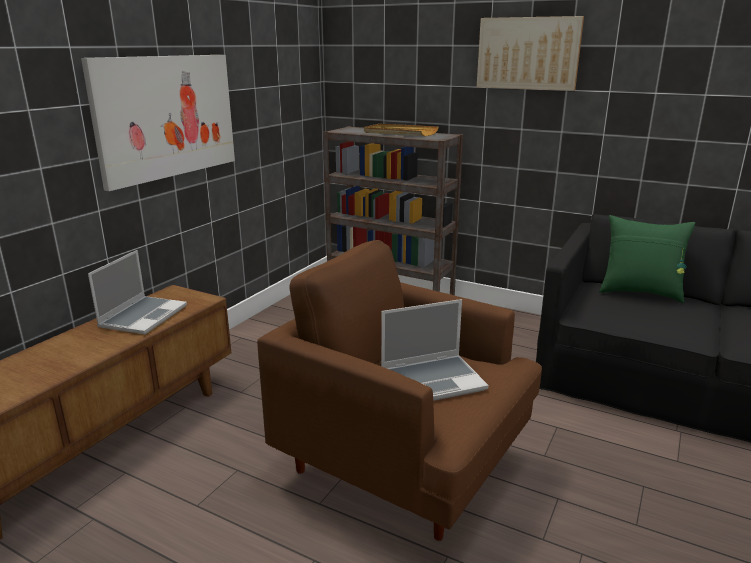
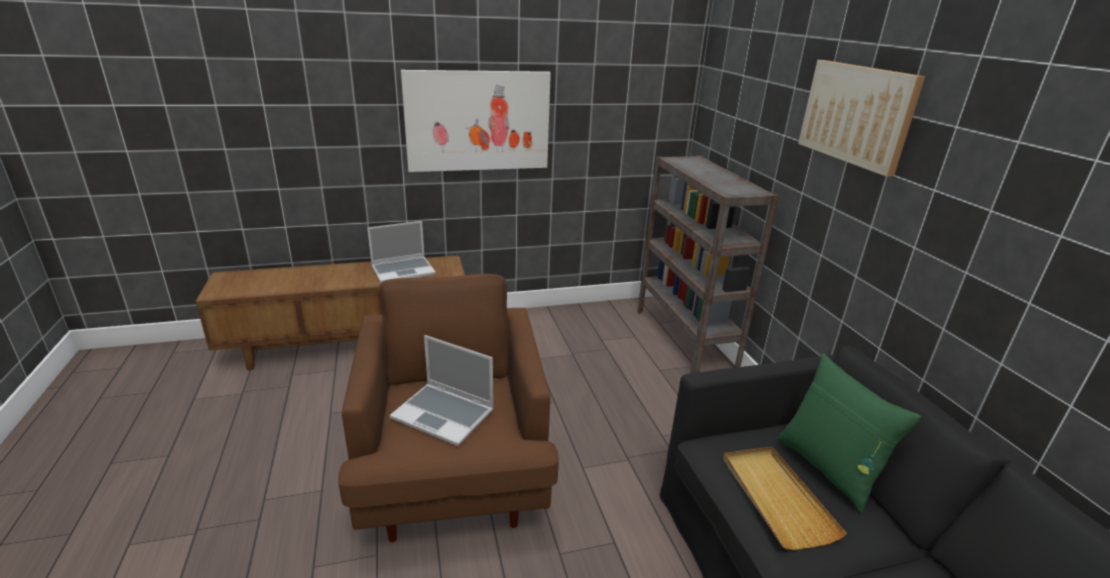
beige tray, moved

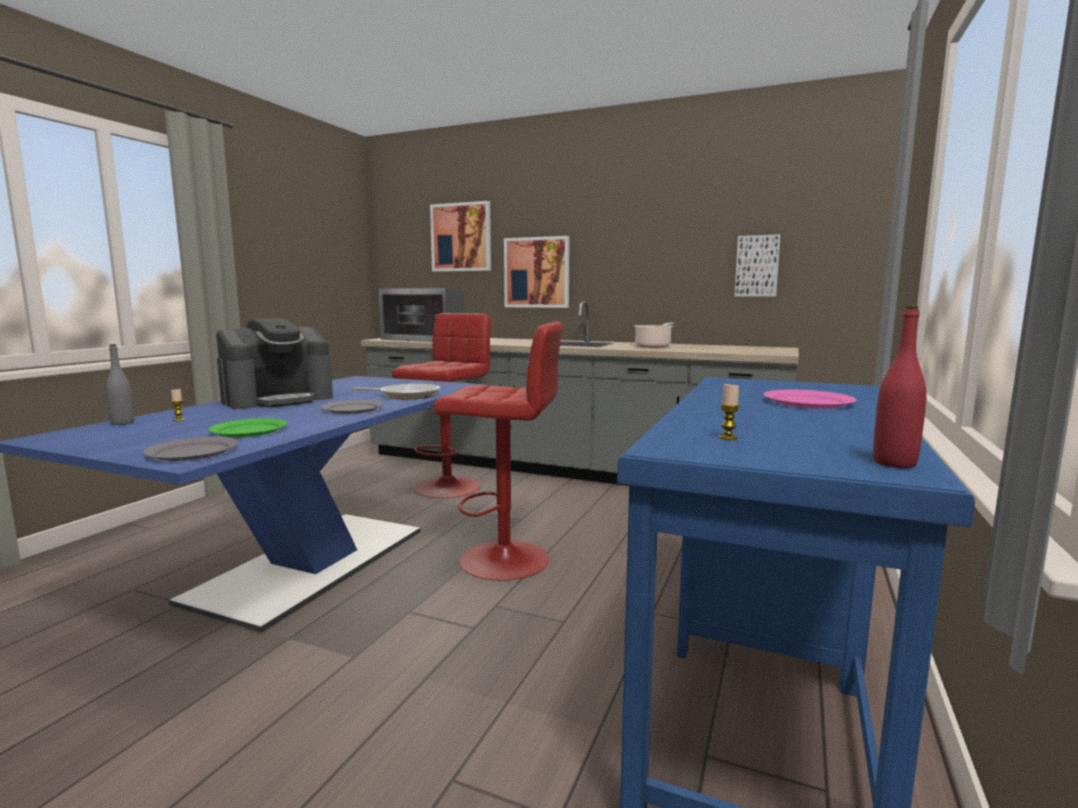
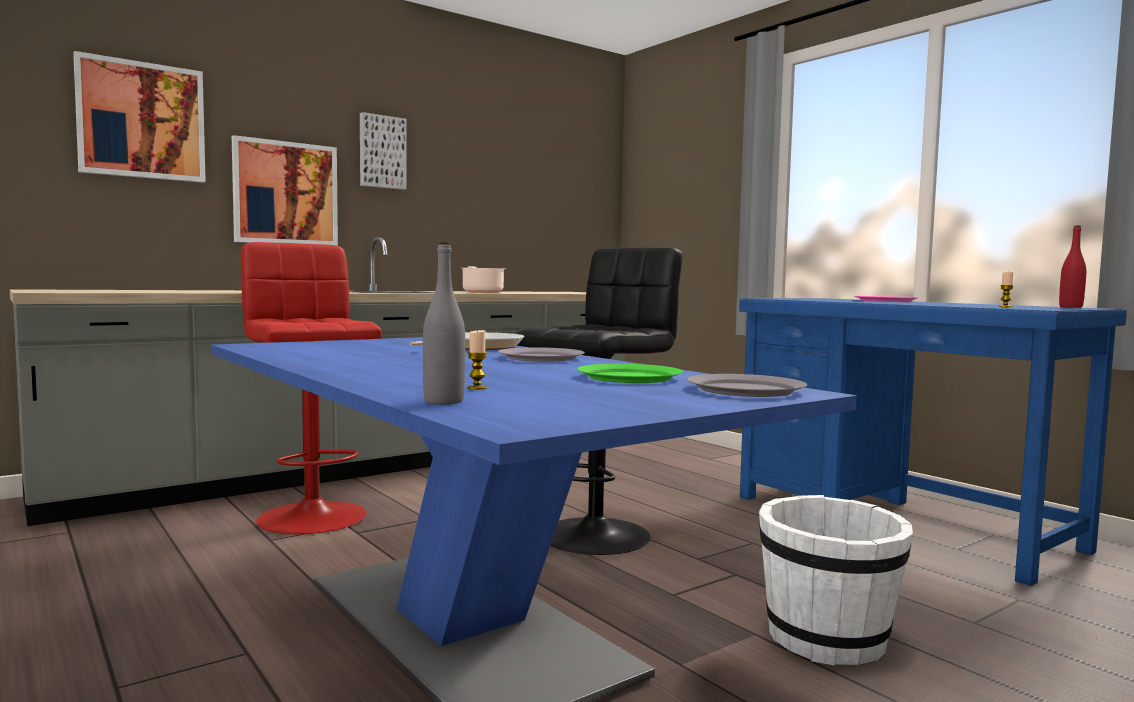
picture (3rd from left), moved
microwave → -
coffee machine → -
red stool (2nd from left) → black stool
- → white bucket

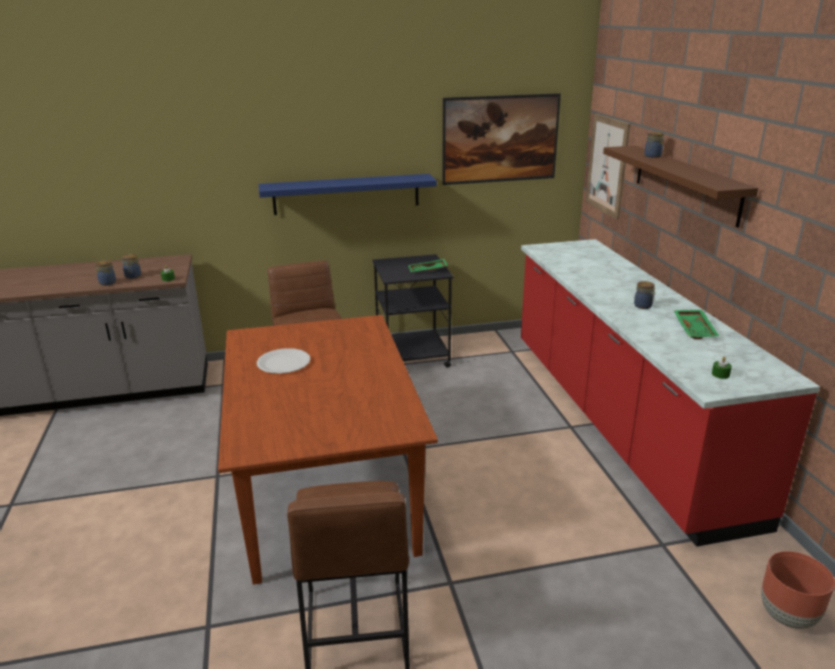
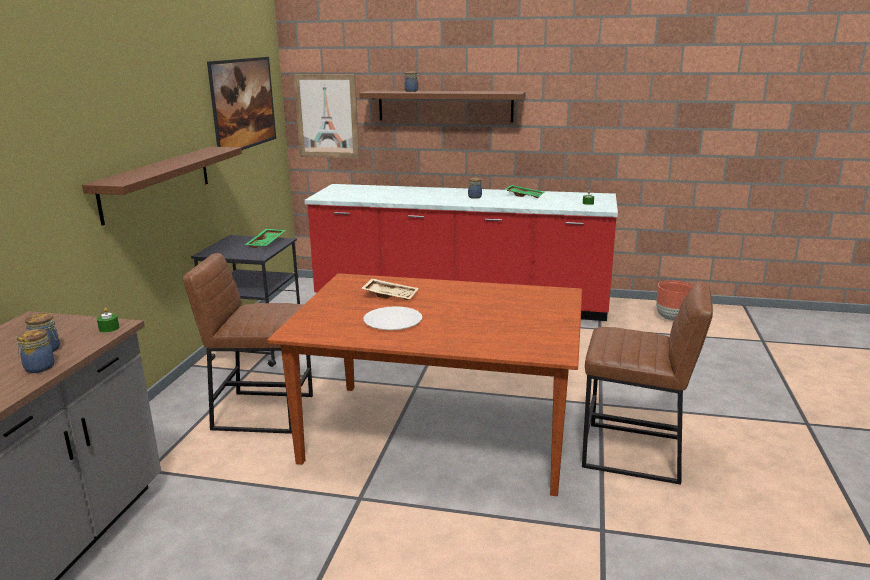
blue shelf → brown shelf (1st from left)
- → beige tray

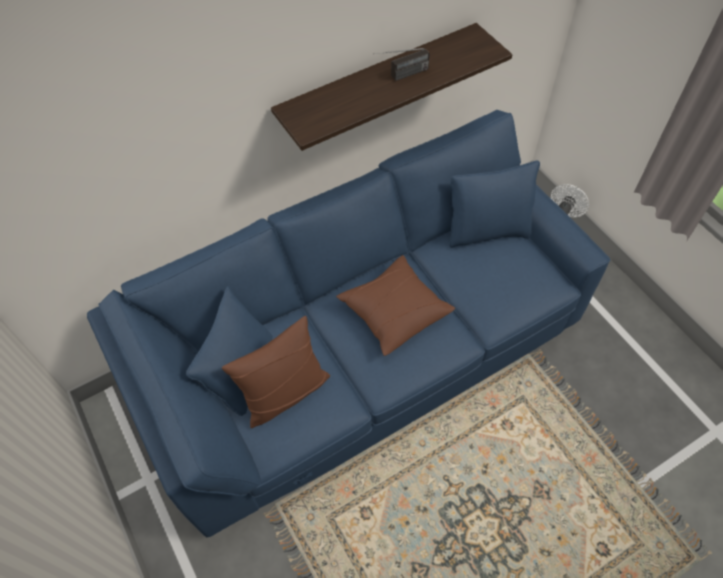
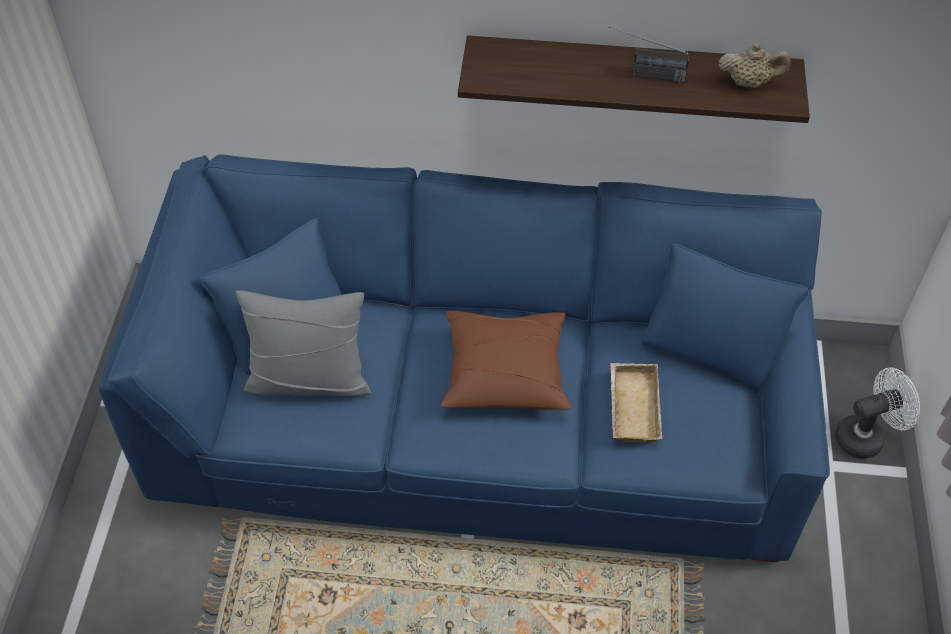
brown pillow (1st from left) → grey pillow
- → beige teapot
- → beige tray

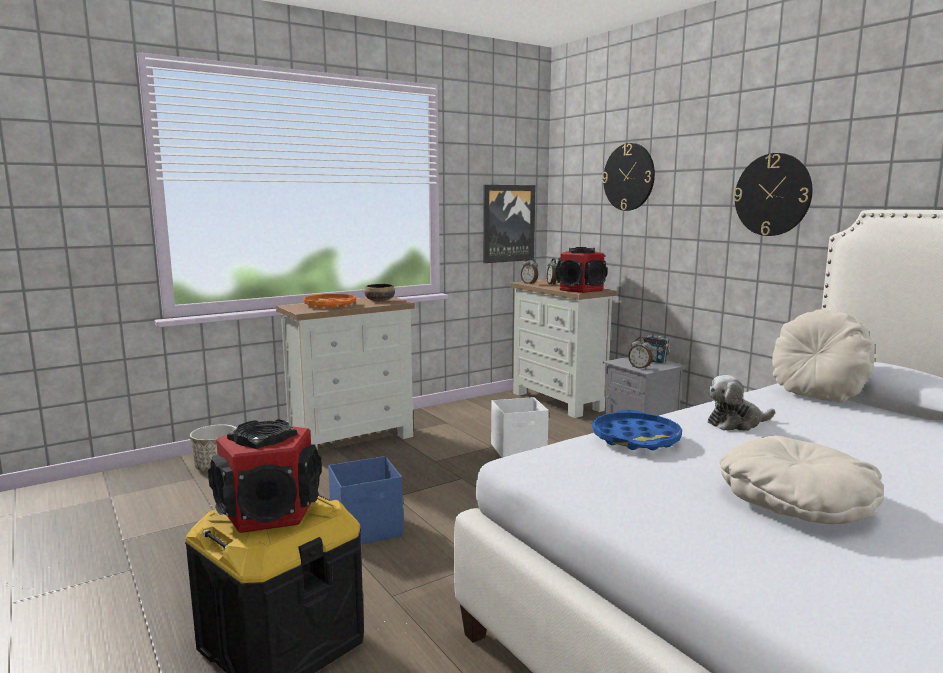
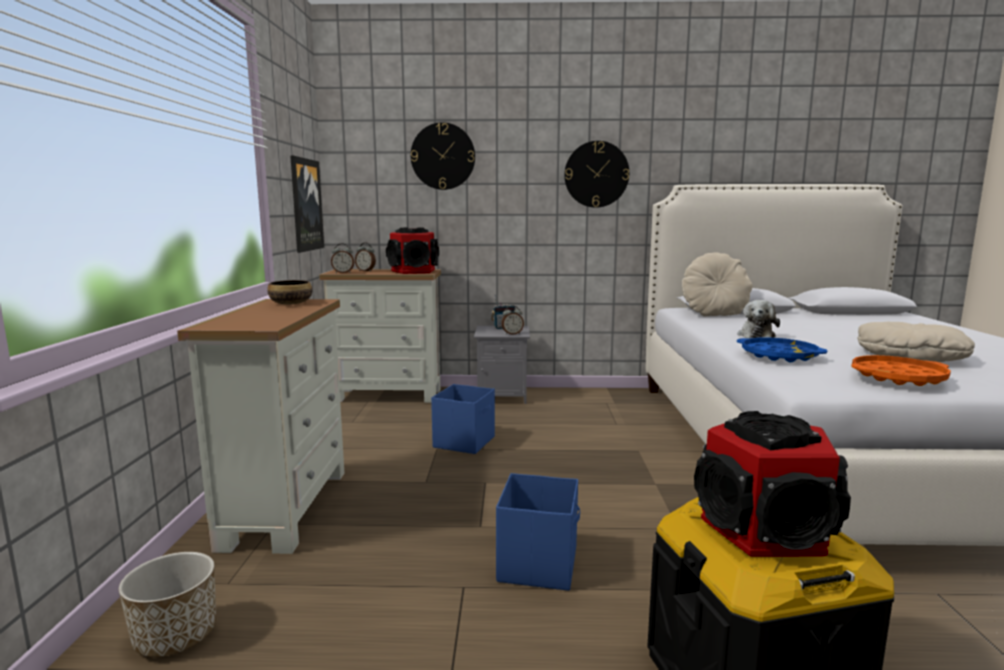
orange tray, moved
white storage box → blue storage box (1st from left)

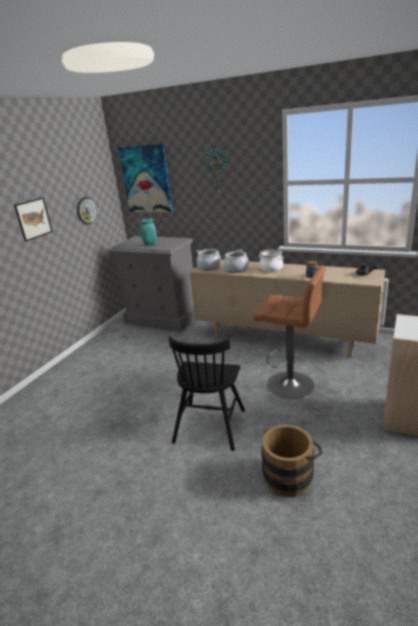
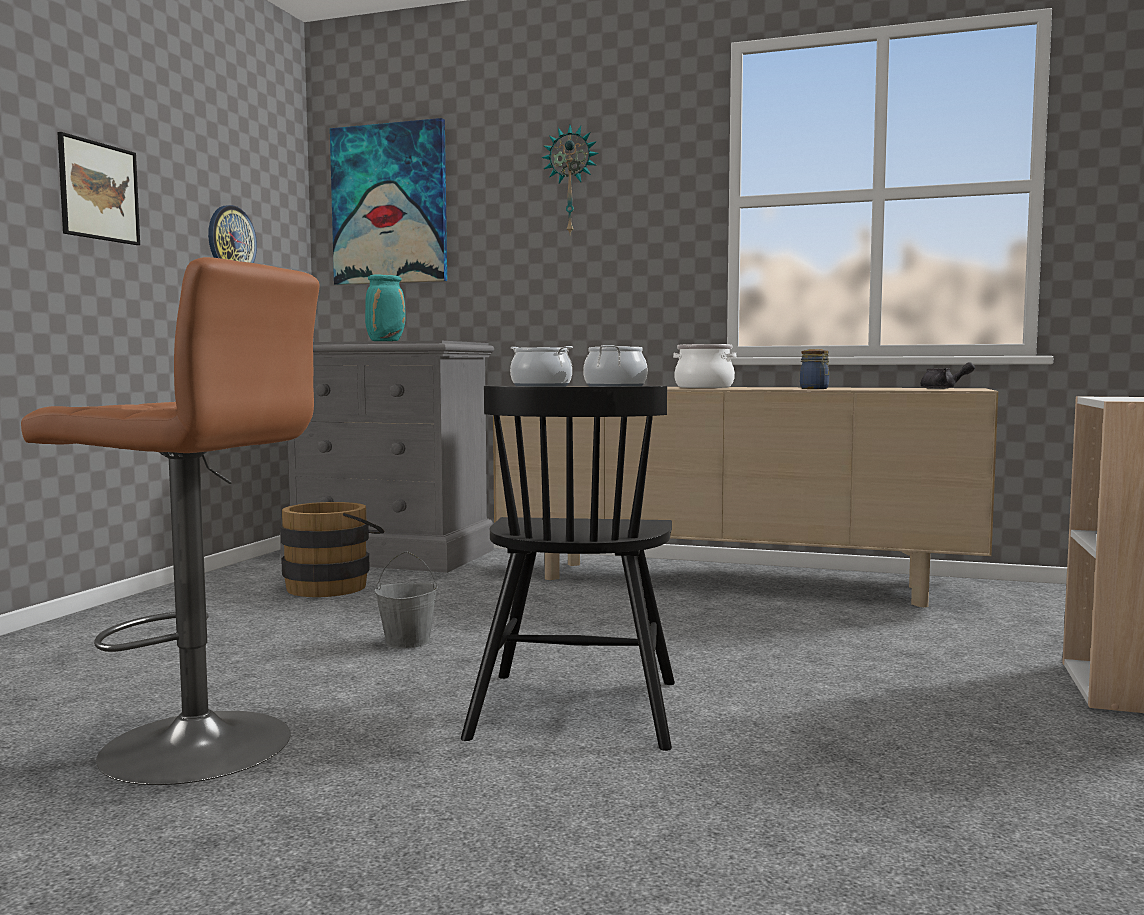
brown stool, moved
brown bucket, moved
- → grey bucket

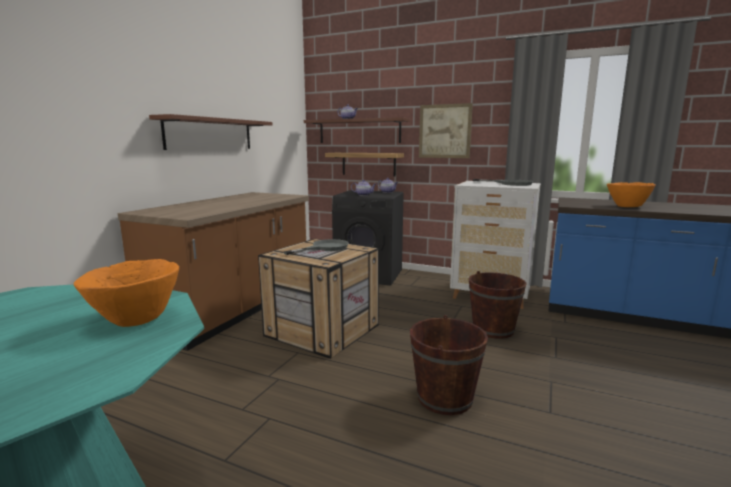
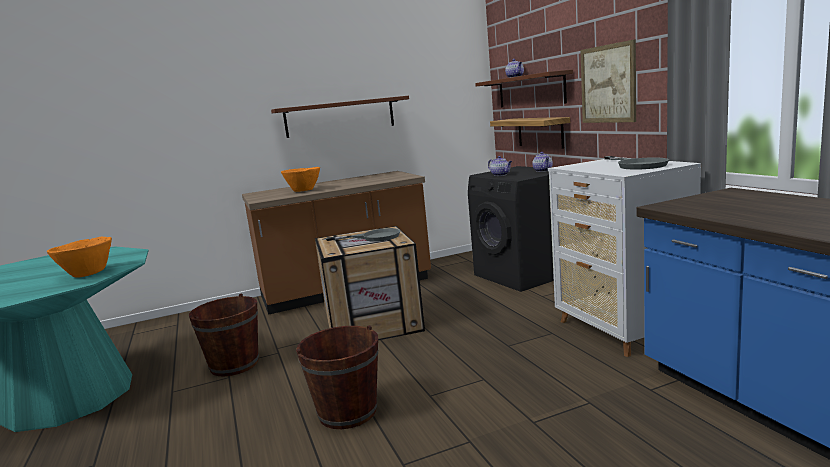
orange bowl (2nd from left), moved
brown bucket (2nd from left in the first image) → brown bucket (1st from left), moved

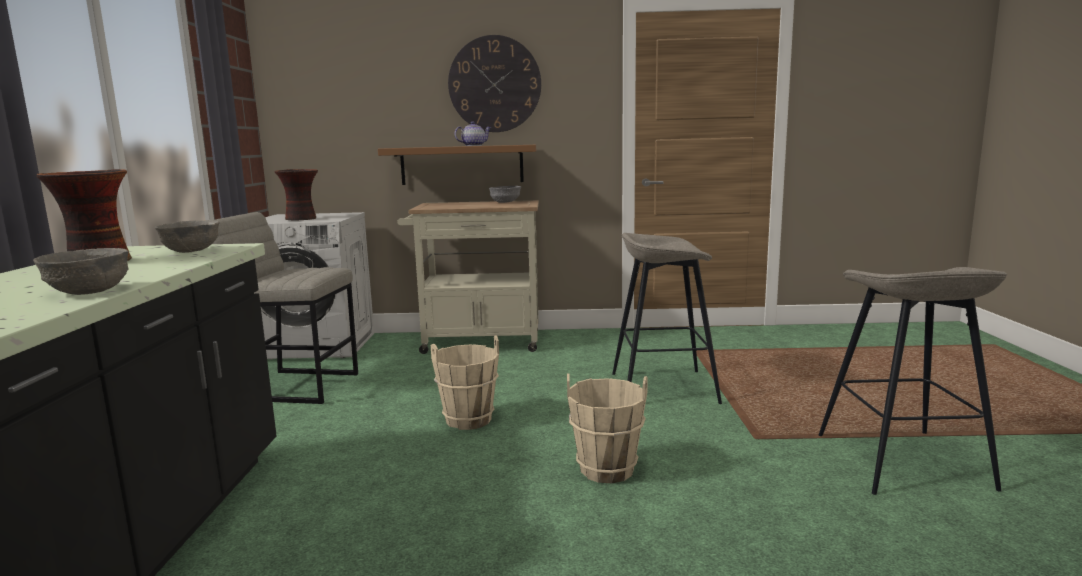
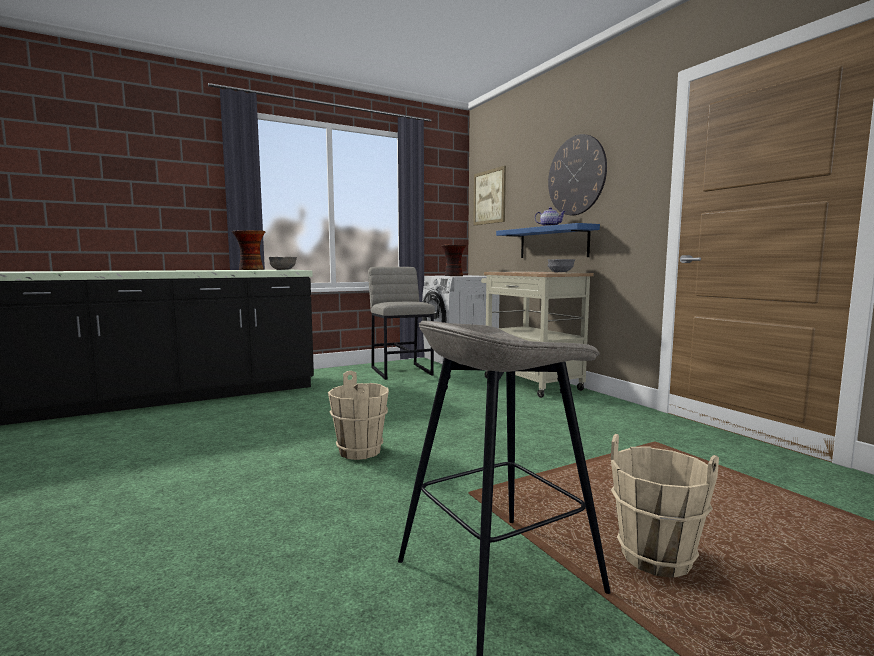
brown shelf → blue shelf
grey stool (1st from left) → -
grey bowl (1st from left) → -
beige bucket (1st from left in the first image) → beige bucket (2nd from left), moved
- → picture

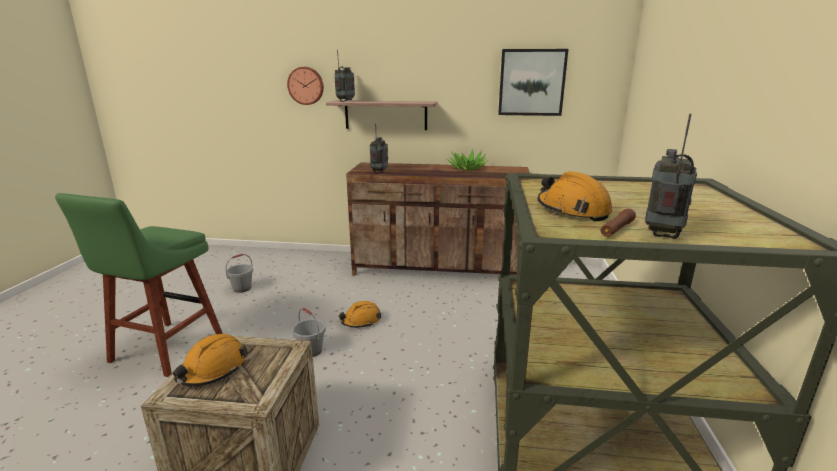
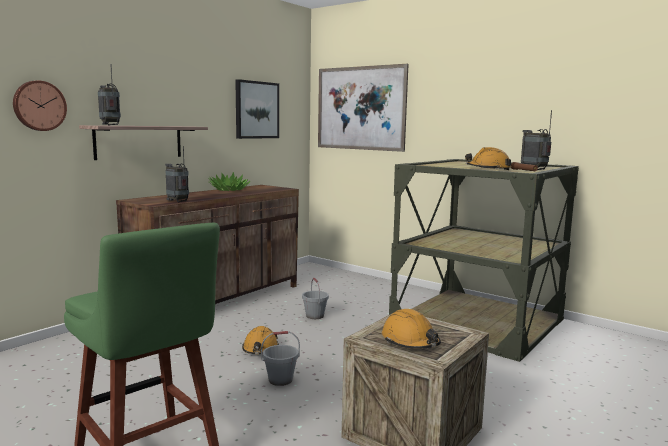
grey bucket (1st from left in the first image) → grey bucket (2nd from left), moved
- → picture (2nd from left)

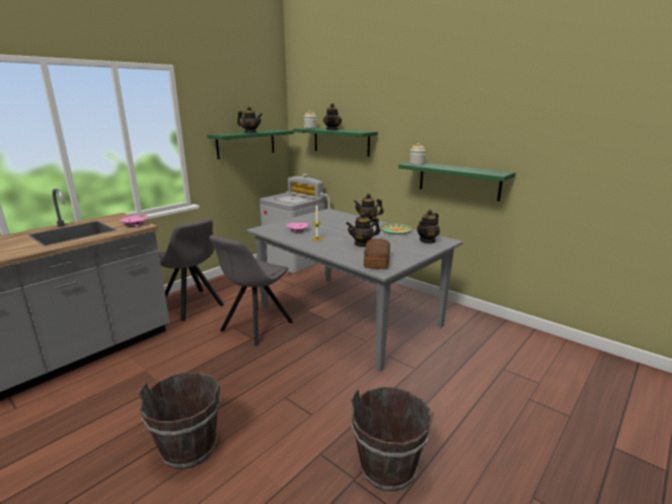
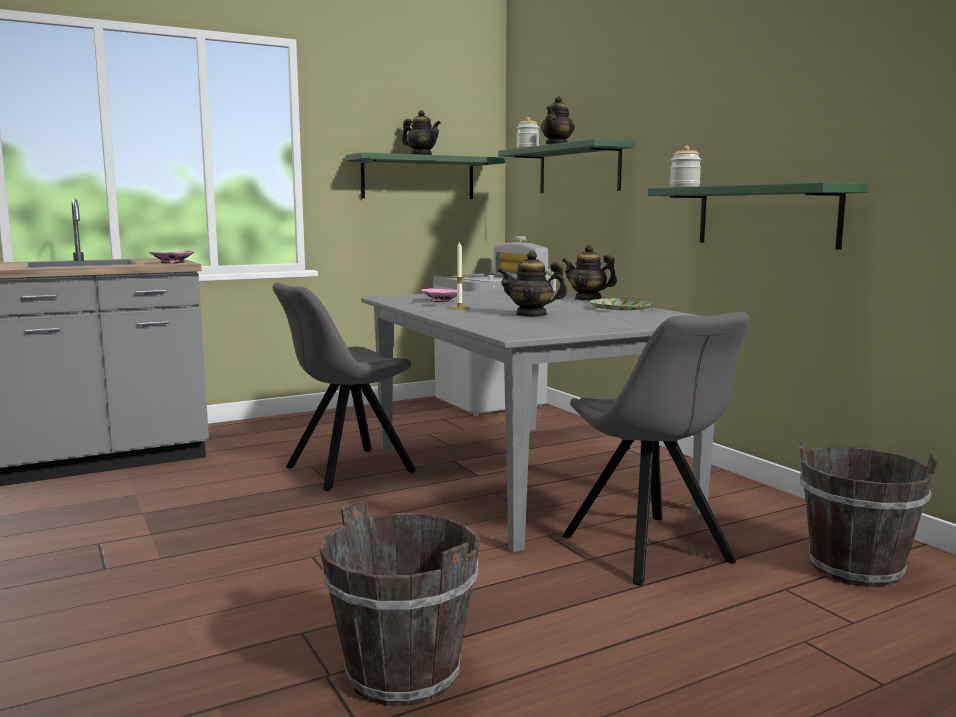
teapot (5th from left) → -
grey chair (1st from left in the first image) → grey chair (2nd from left), moved
bread → -
brown bucket (1st from left in the first image) → brown bucket (2nd from left), moved

